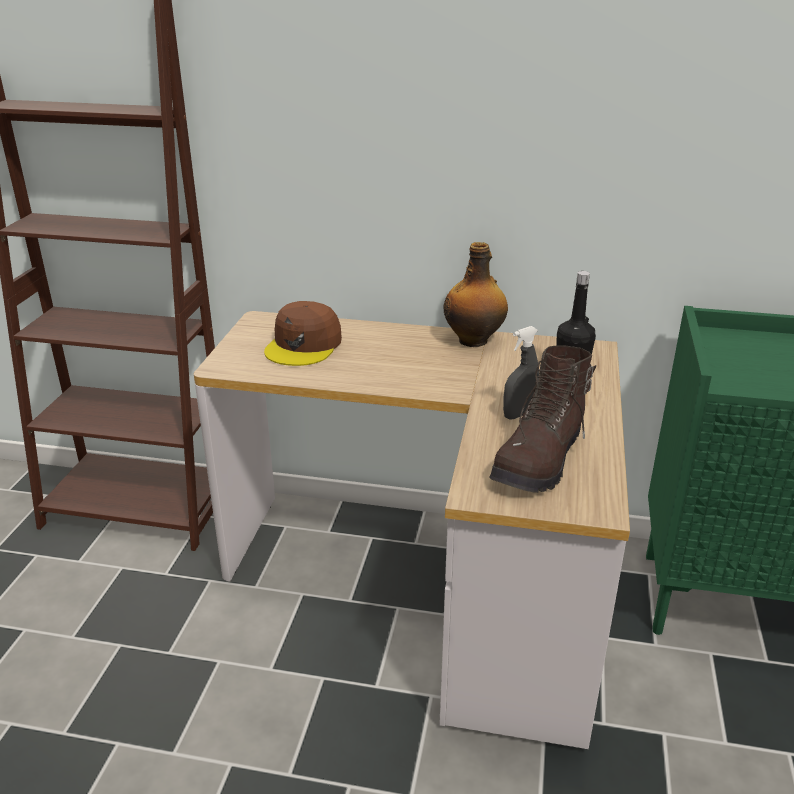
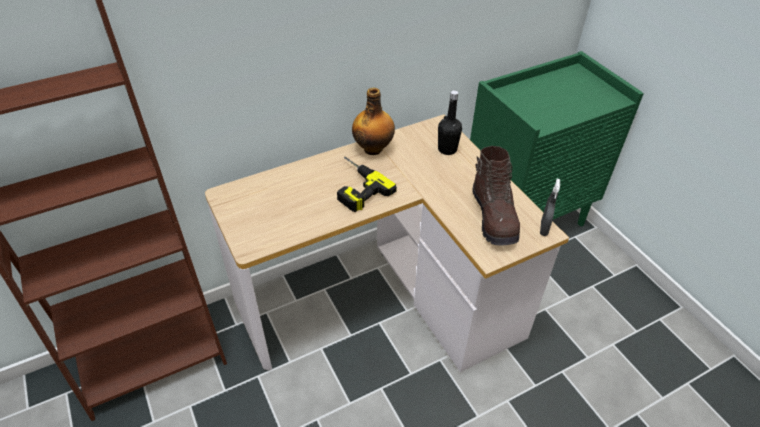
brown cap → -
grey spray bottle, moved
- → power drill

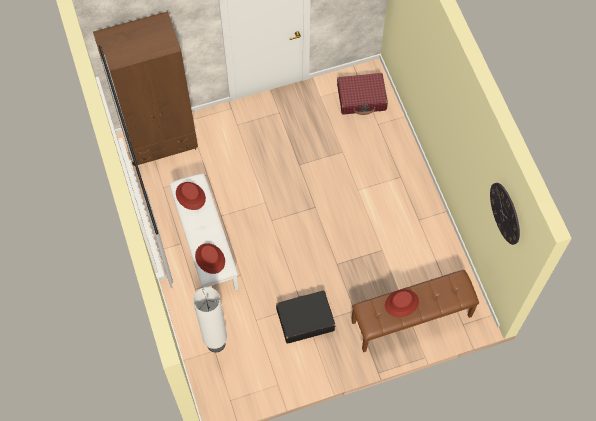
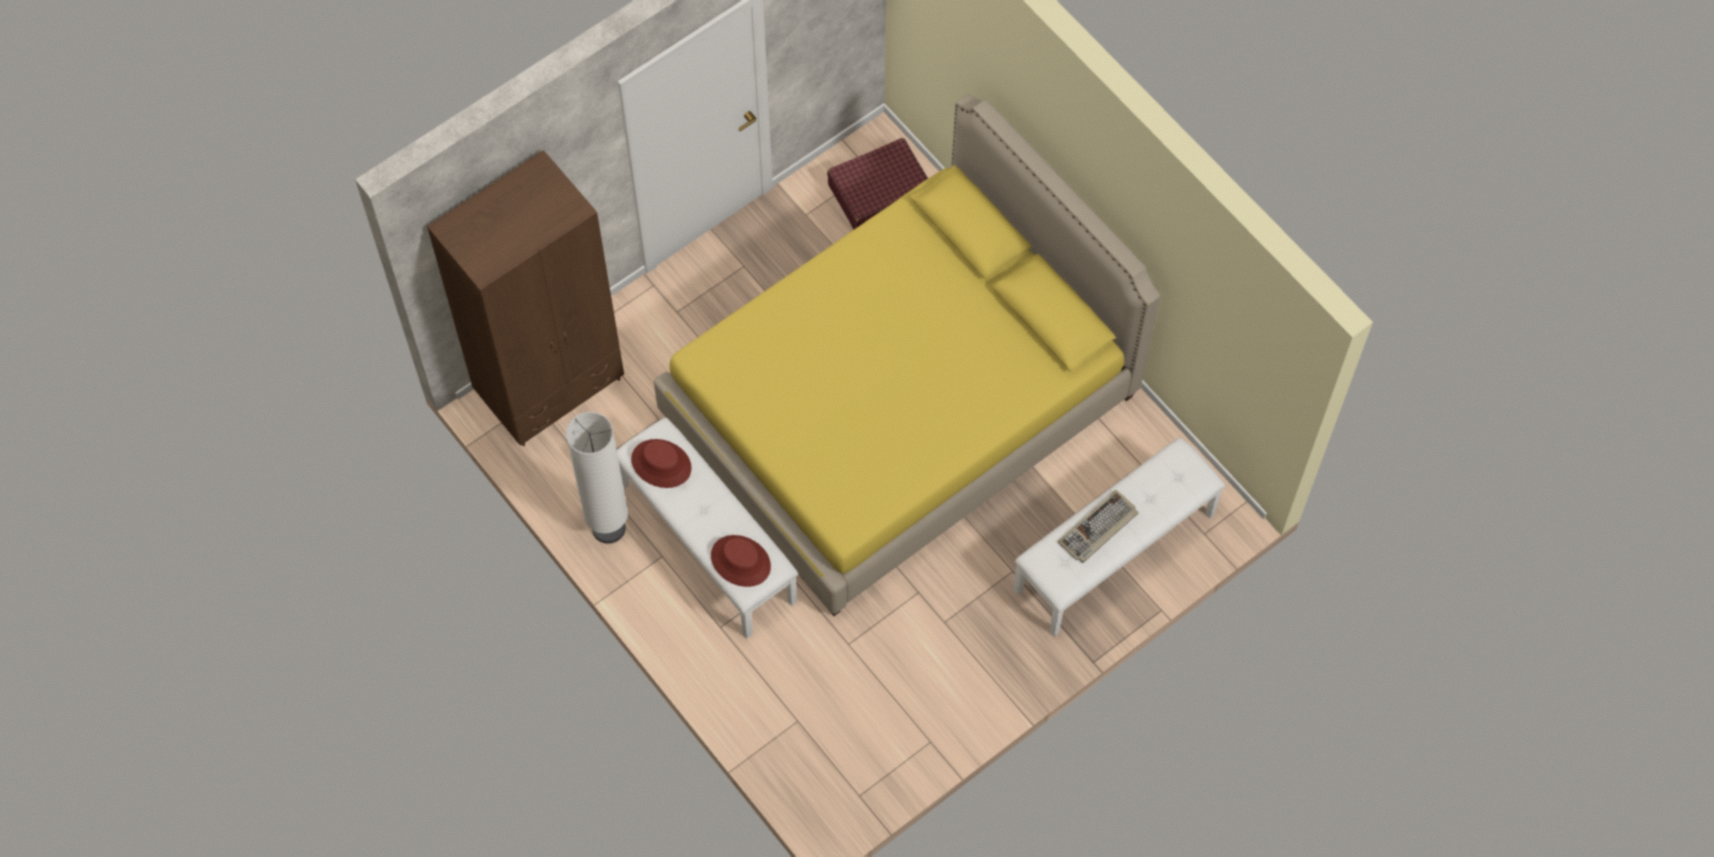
wall clock → -
brown bench → white bench (2nd from left)
white floor lamp, moved
red hat (3rd from left) → keyboard
black suitcase → -
- → yellow bed

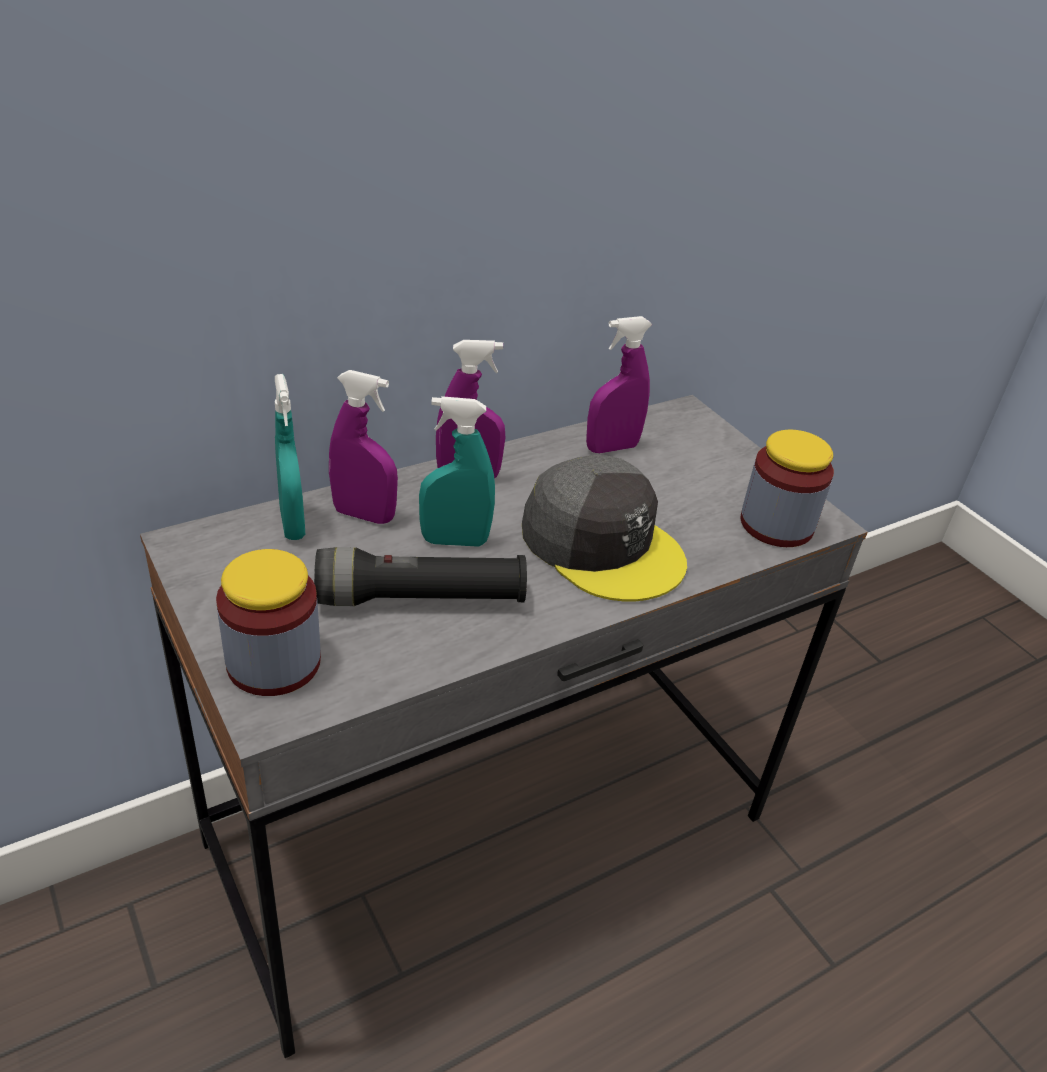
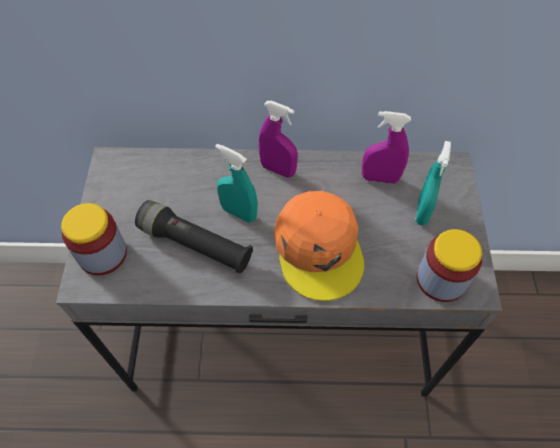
purple spray bottle (1st from left) → -
turquoise spray bottle (1st from left in the first image) → turquoise spray bottle (2nd from left), moved
grey cap → orange cap

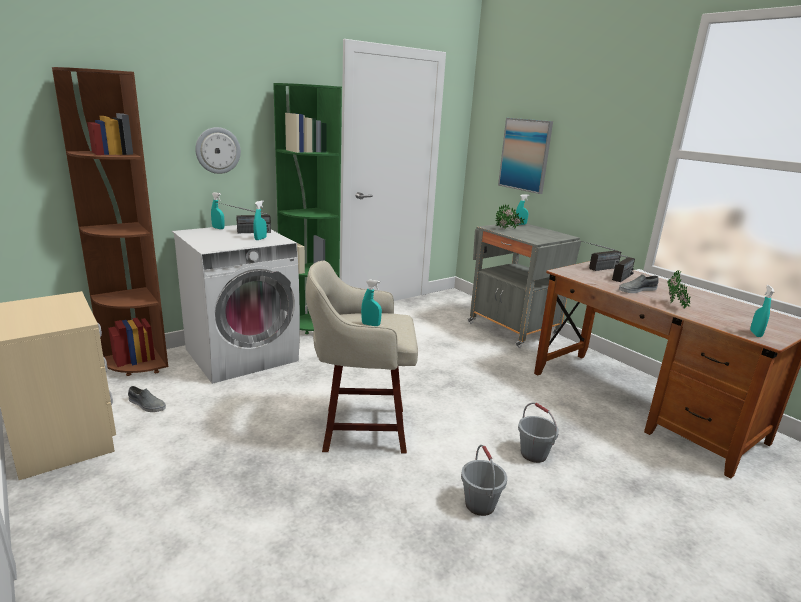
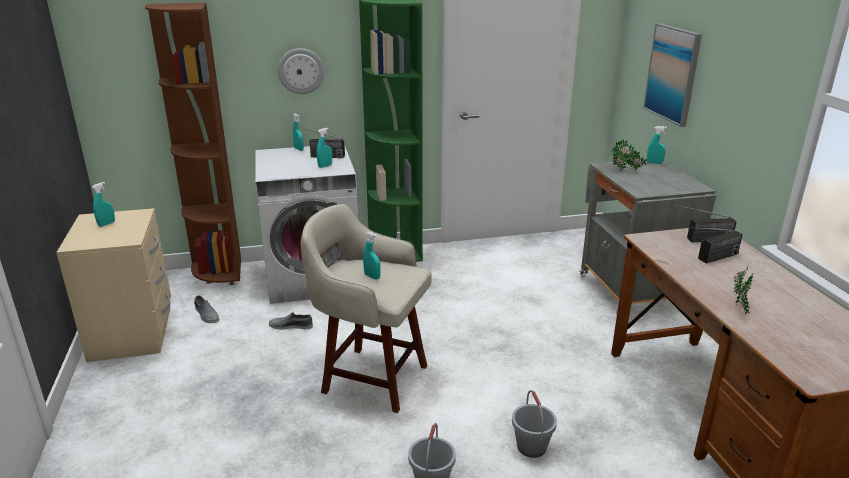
grey shoe (2nd from left), moved
turquoise spray bottle (5th from left in the first image) → turquoise spray bottle (1st from left), moved

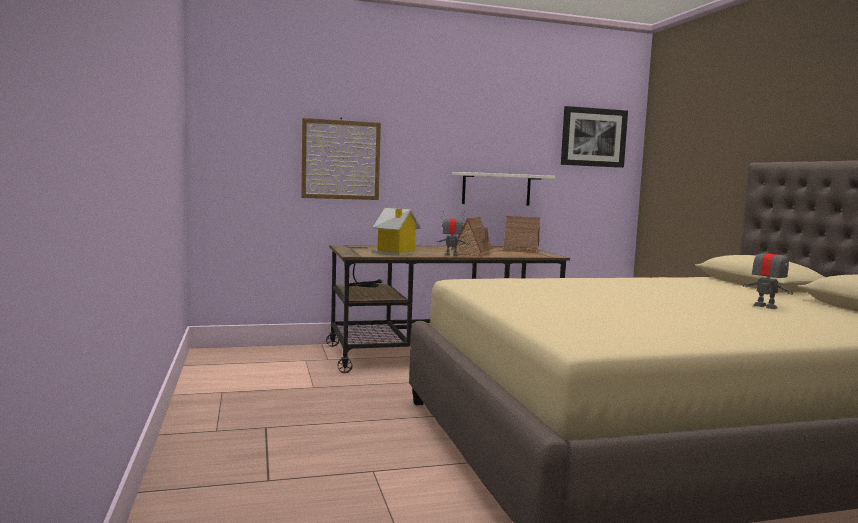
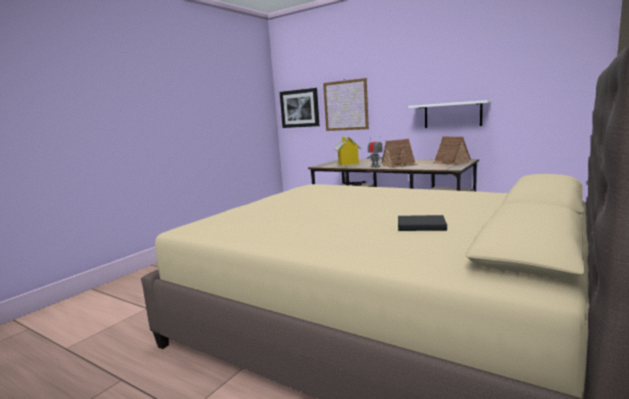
picture (2nd from left in the first image) → picture (1st from left), moved
toy robot (2nd from left) → black book

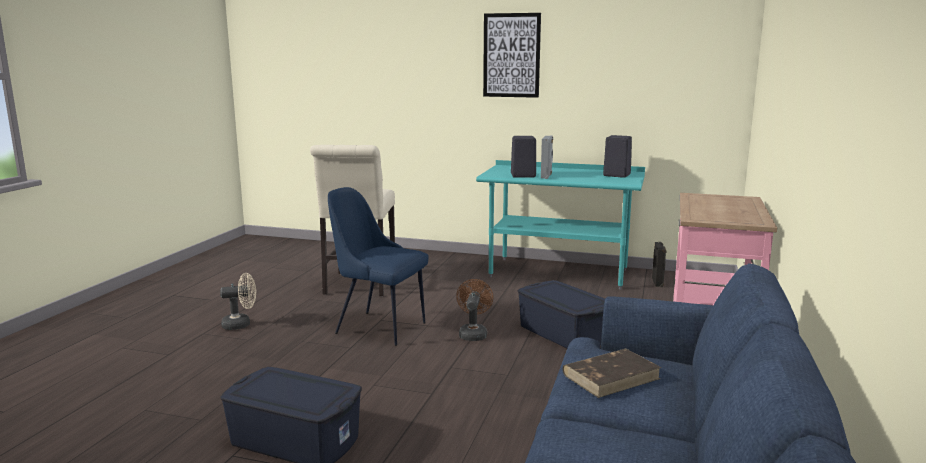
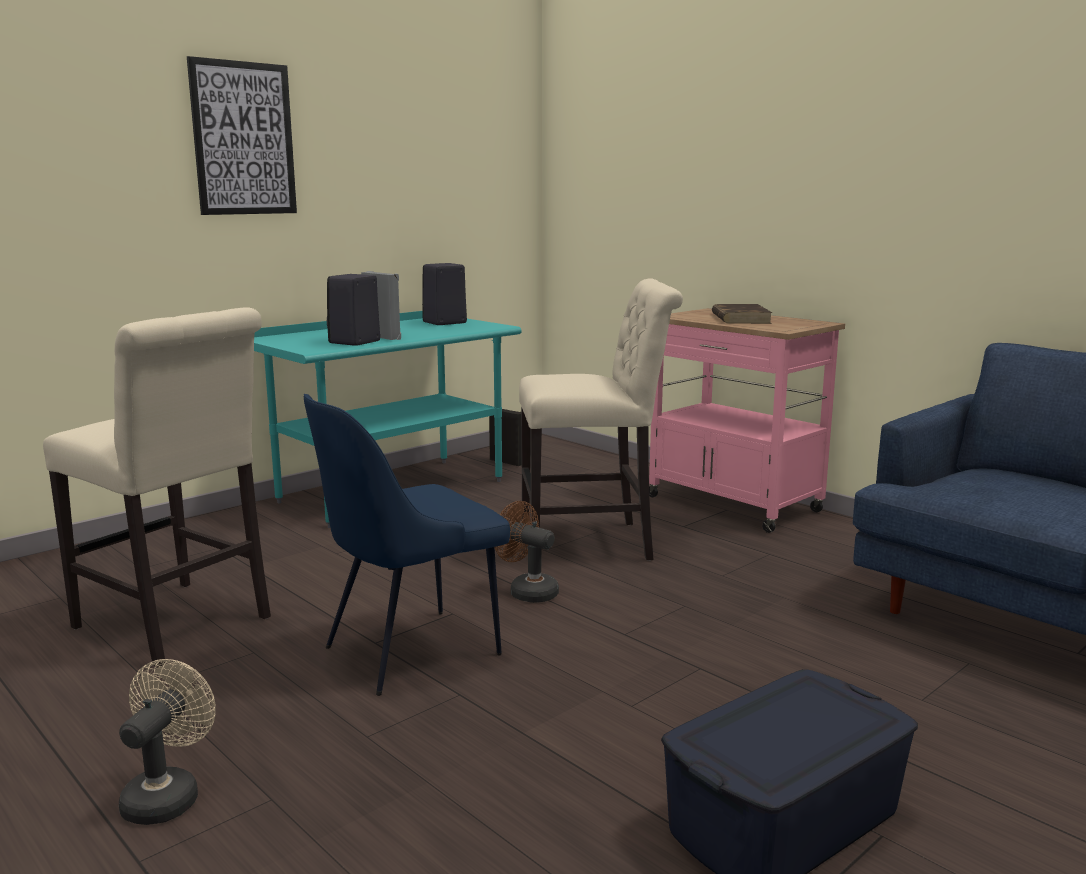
blue storage box (2nd from left) → beige stool (2nd from left)
brown book, moved

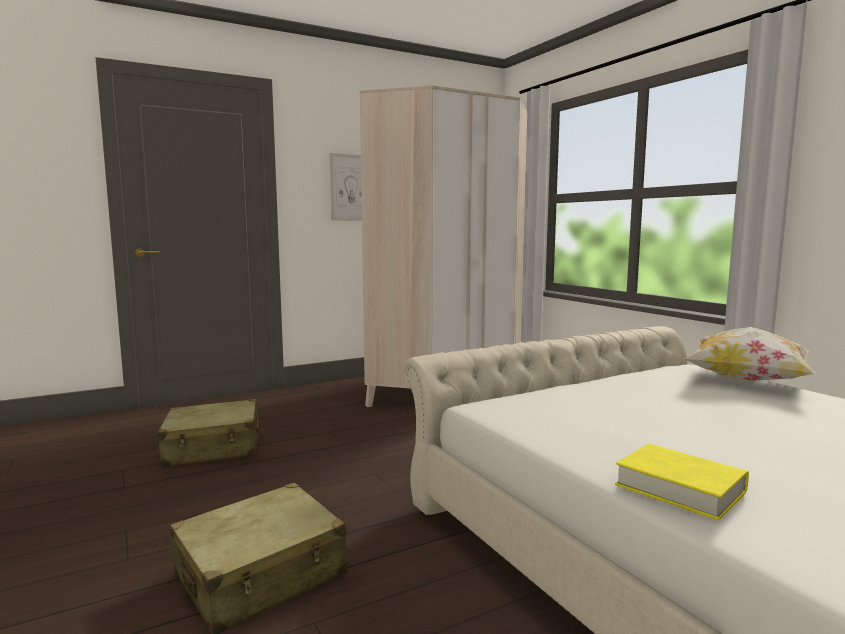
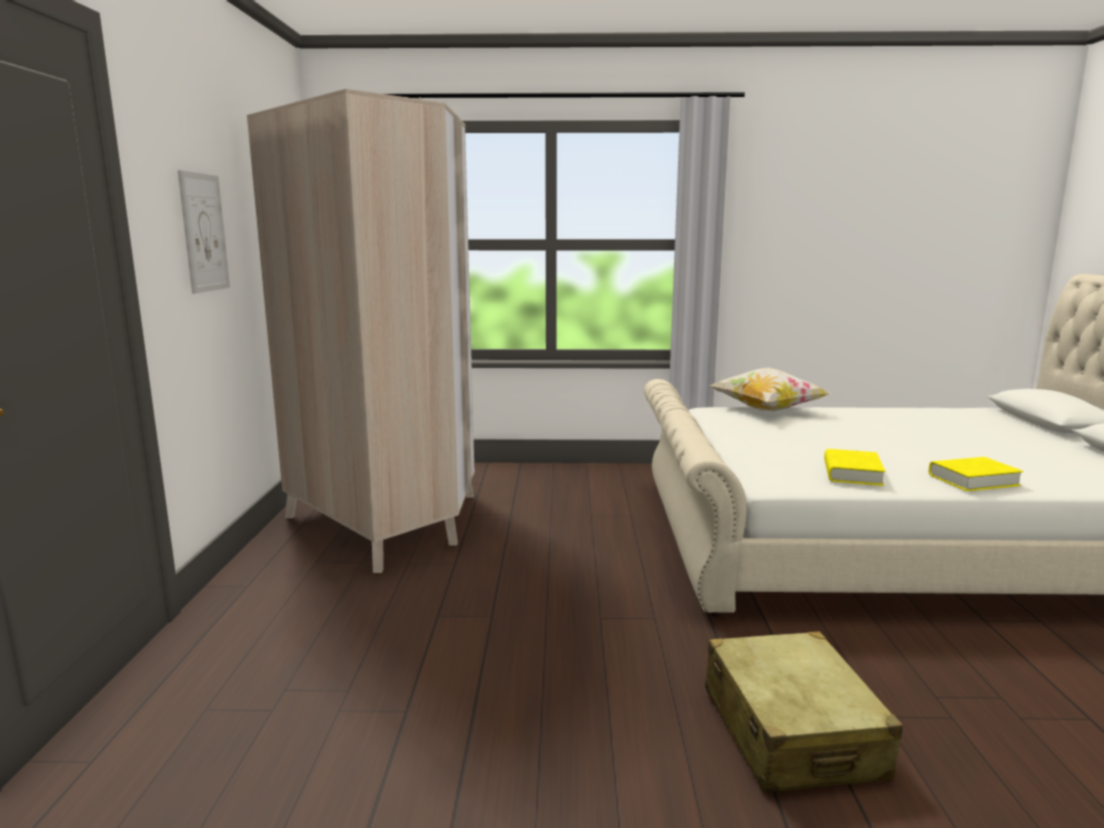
beige suitcase (1st from left) → -
- → yellow book (1st from left)

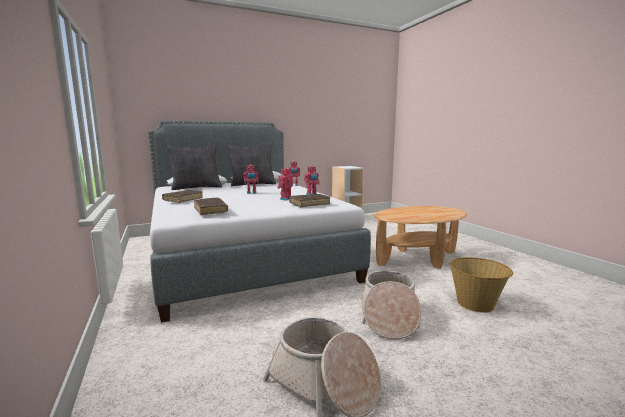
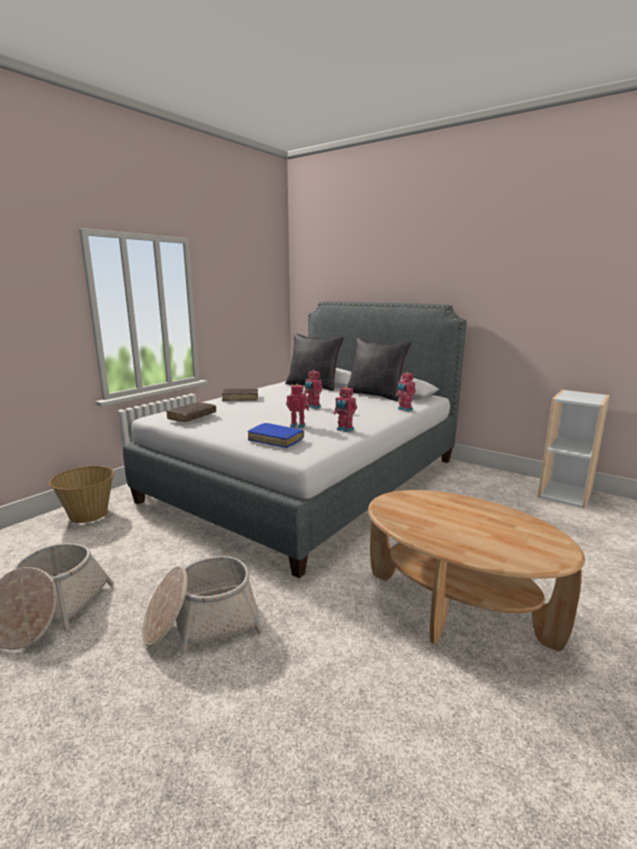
brown book (3rd from left) → blue book
basket (3rd from left in the first image) → basket (2nd from left), moved

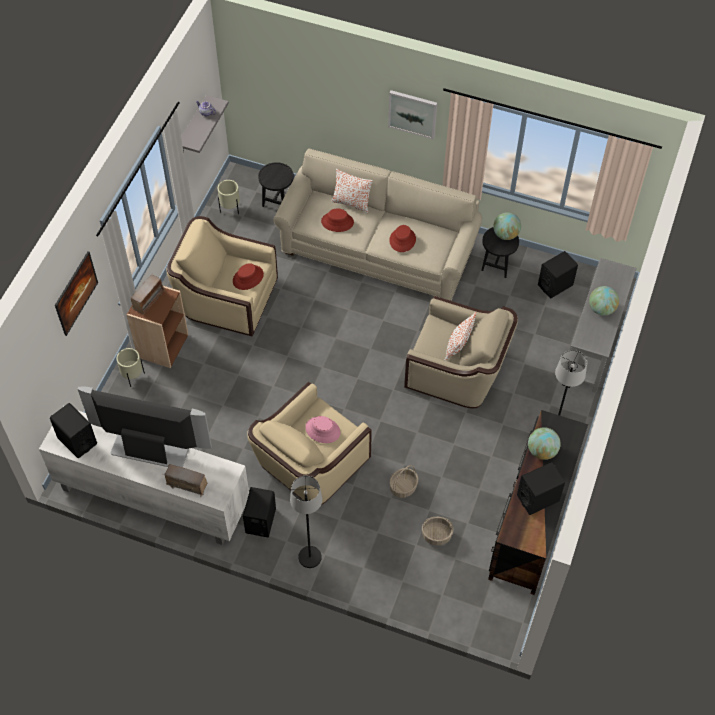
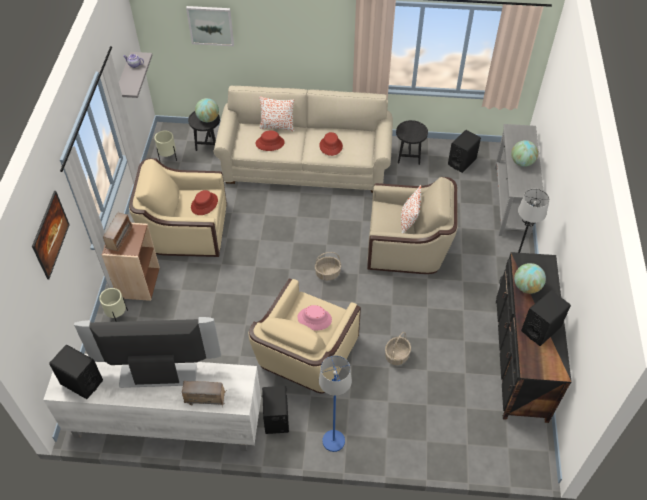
picture (2nd from left), moved
globe (1st from left), moved
black floor lamp (1st from left) → blue floor lamp
basket (2nd from left in the first image) → basket (1st from left), moved

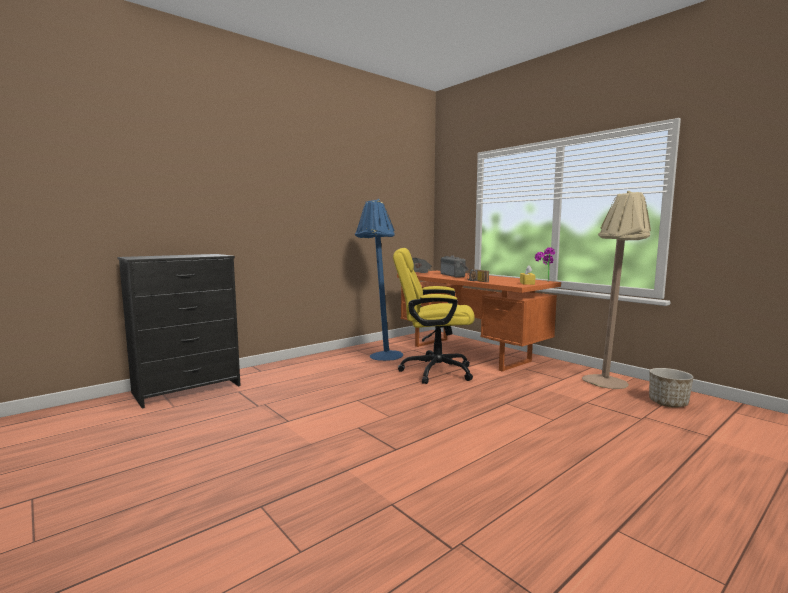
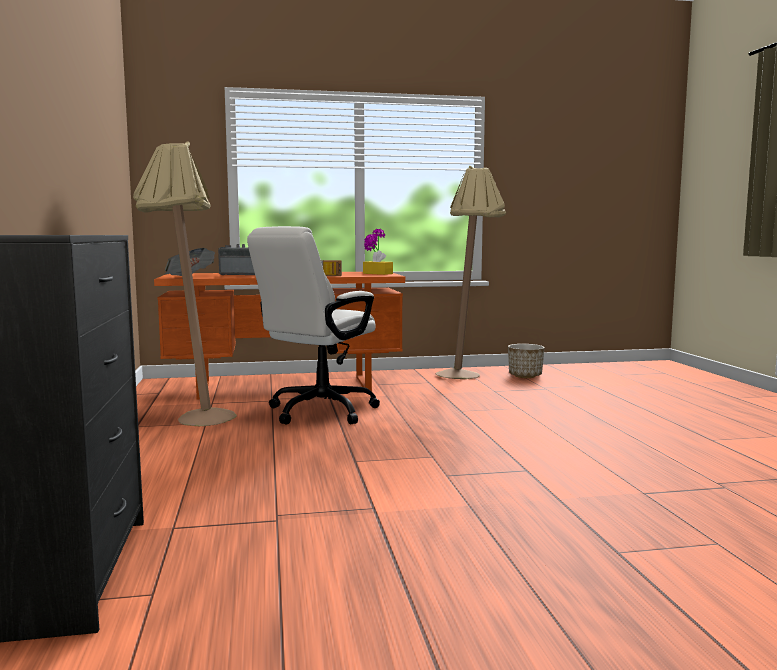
blue floor lamp → beige floor lamp (1st from left)
yellow office chair → white office chair

